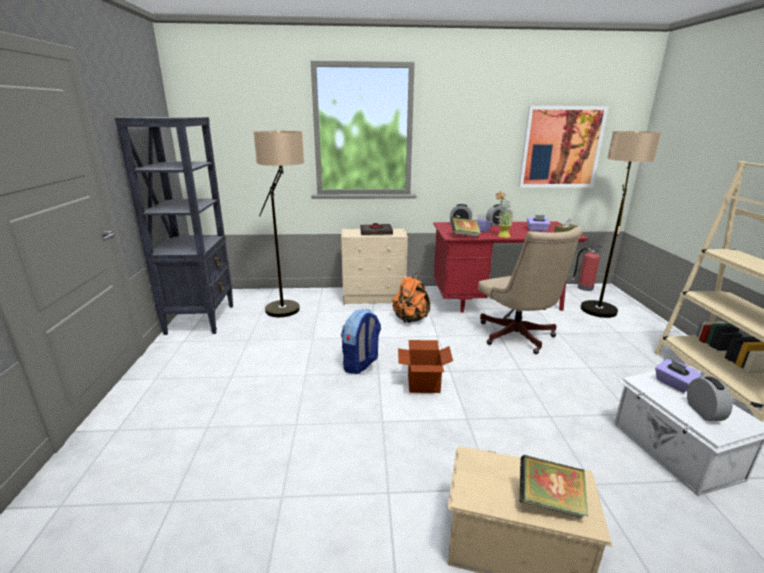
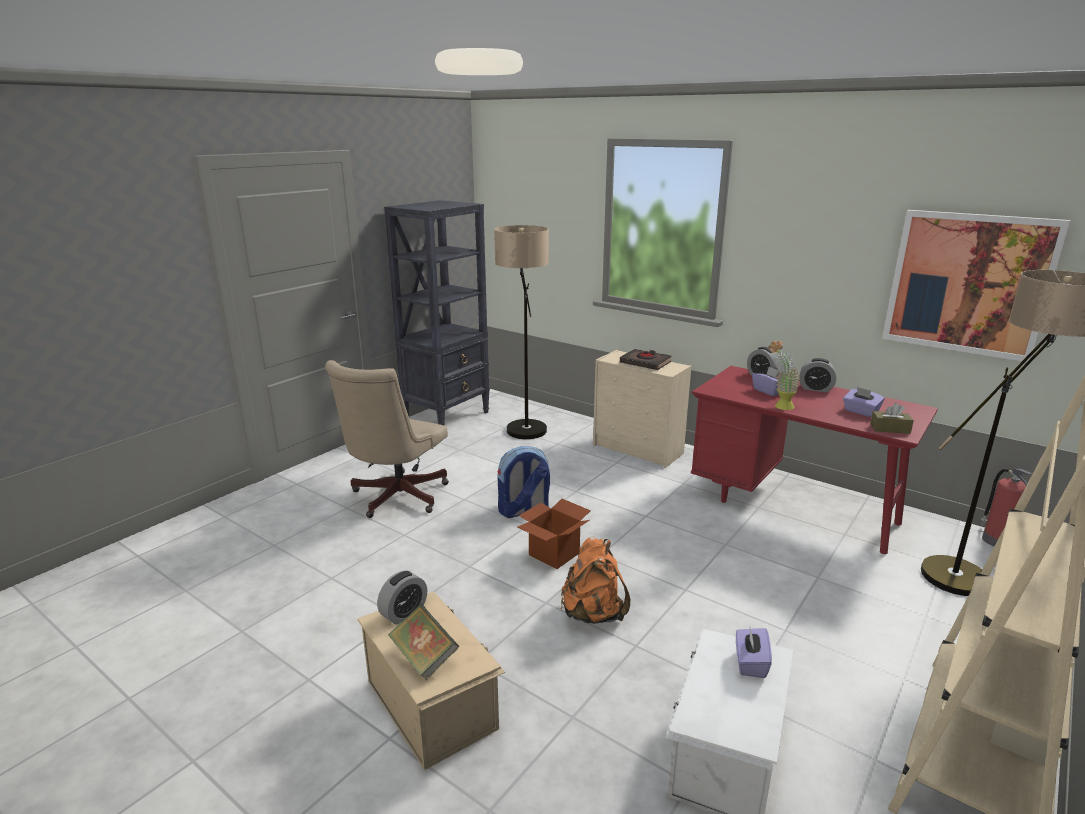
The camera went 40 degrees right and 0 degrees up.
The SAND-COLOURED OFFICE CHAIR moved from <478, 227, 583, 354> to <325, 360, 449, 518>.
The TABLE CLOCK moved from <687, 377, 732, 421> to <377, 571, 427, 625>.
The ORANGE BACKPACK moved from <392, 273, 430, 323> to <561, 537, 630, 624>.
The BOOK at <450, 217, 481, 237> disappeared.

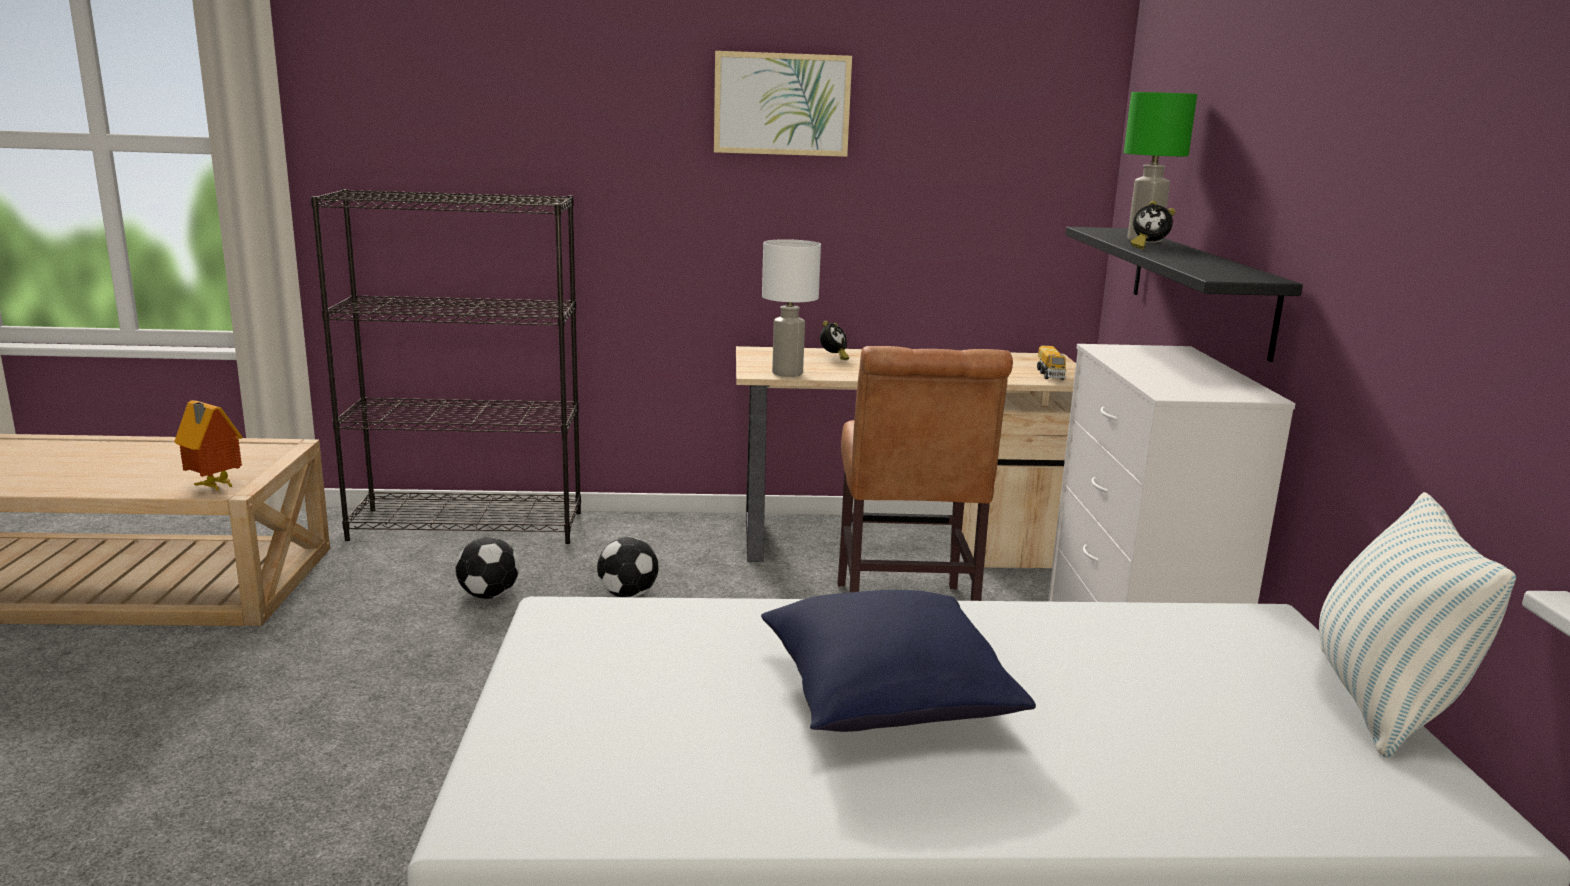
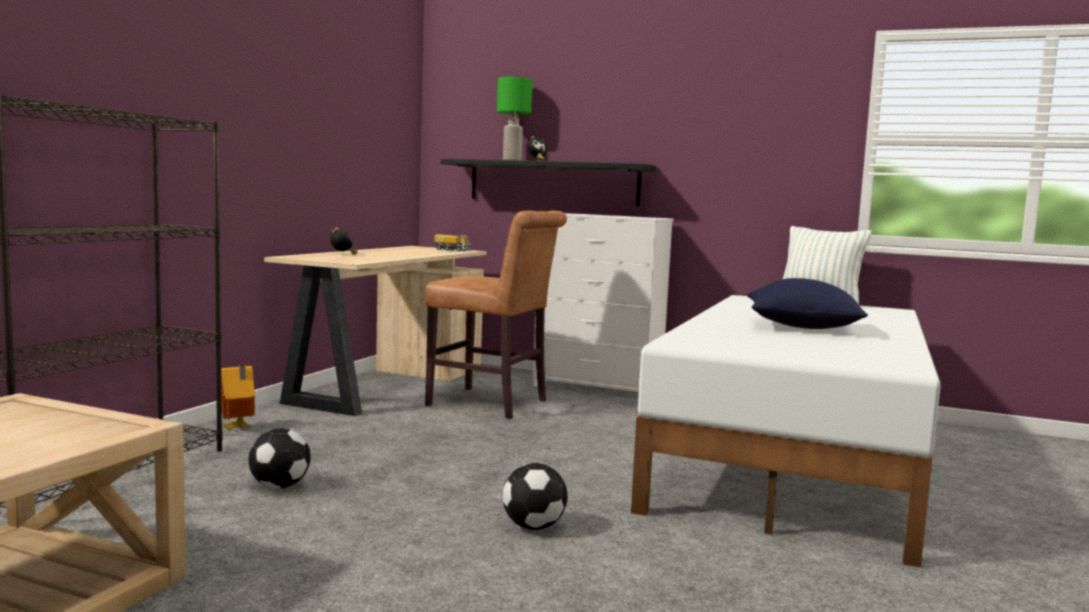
The camera went 65 degrees left and 10 degrees down.
The MODEL HOUSE moved from <174, 400, 243, 491> to <221, 365, 255, 430>.
The FOOTBALL moved from <597, 537, 658, 597> to <502, 463, 568, 530>.
The WALL ART at <714, 51, 852, 157> disappeared.
The WHITISH TABLE LAMP at <762, 239, 821, 377> disappeared.

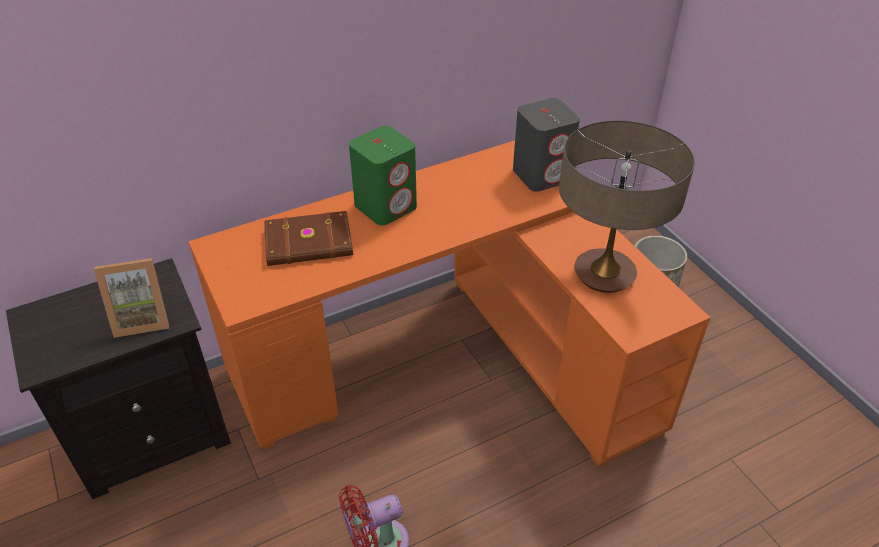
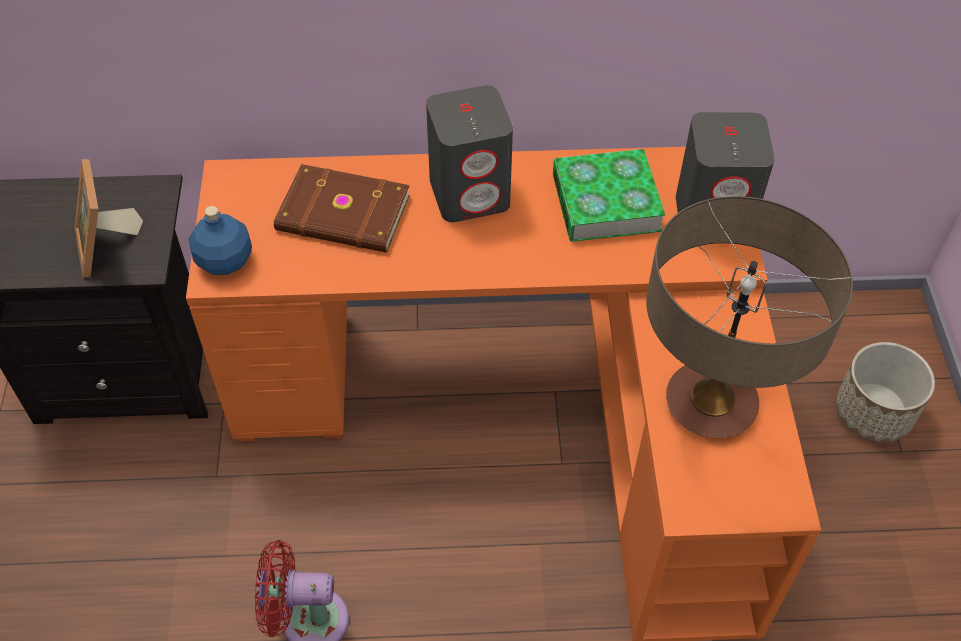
The camera went 25 degrees right and 10 degrees up.
The PHOTO FRAME at <94, 258, 169, 338> turned 60 degrees clockwise.
The BLUE-COLOURED BOTTLE at <189, 206, 252, 275> appeared.
The GREENISH SPEAKER at <349, 126, 417, 226> became the GRAY SPEAKER at <426, 85, 513, 222>.
The BOOK at <553, 149, 665, 242> appeared.

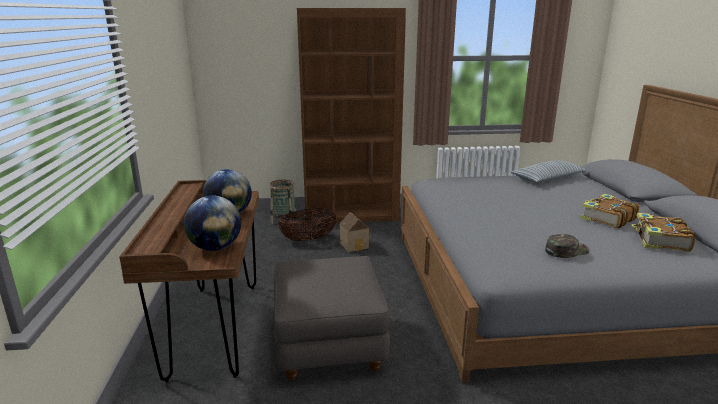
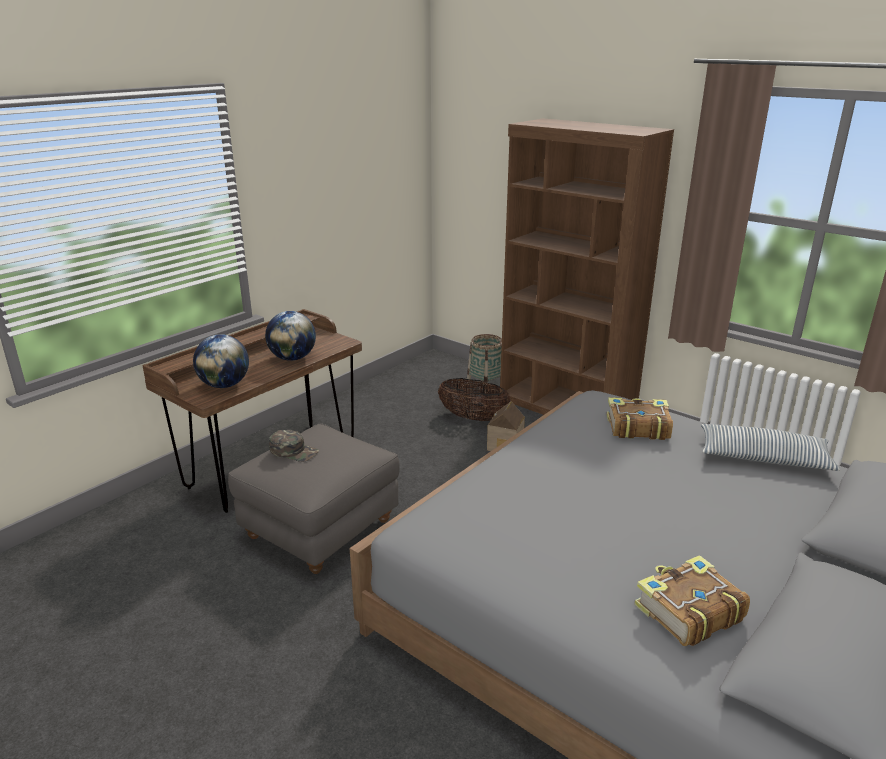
The camera went 45 degrees right and 5 degrees up.
The GREENISH BASEBALL CAP moved from <545, 234, 590, 258> to <269, 430, 319, 462>.
The BOOK moved from <580, 194, 640, 228> to <607, 397, 673, 440>.

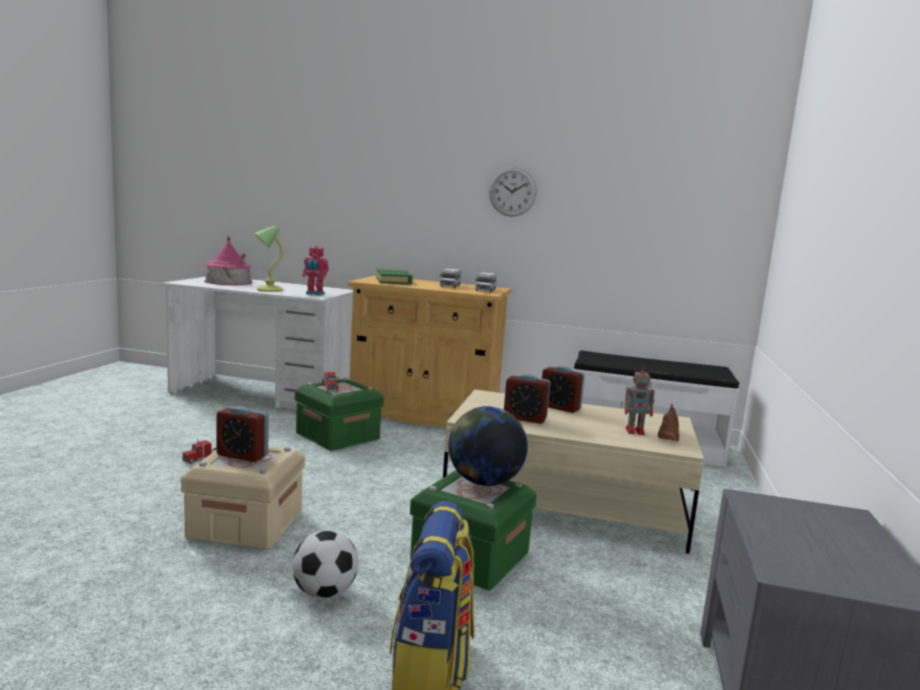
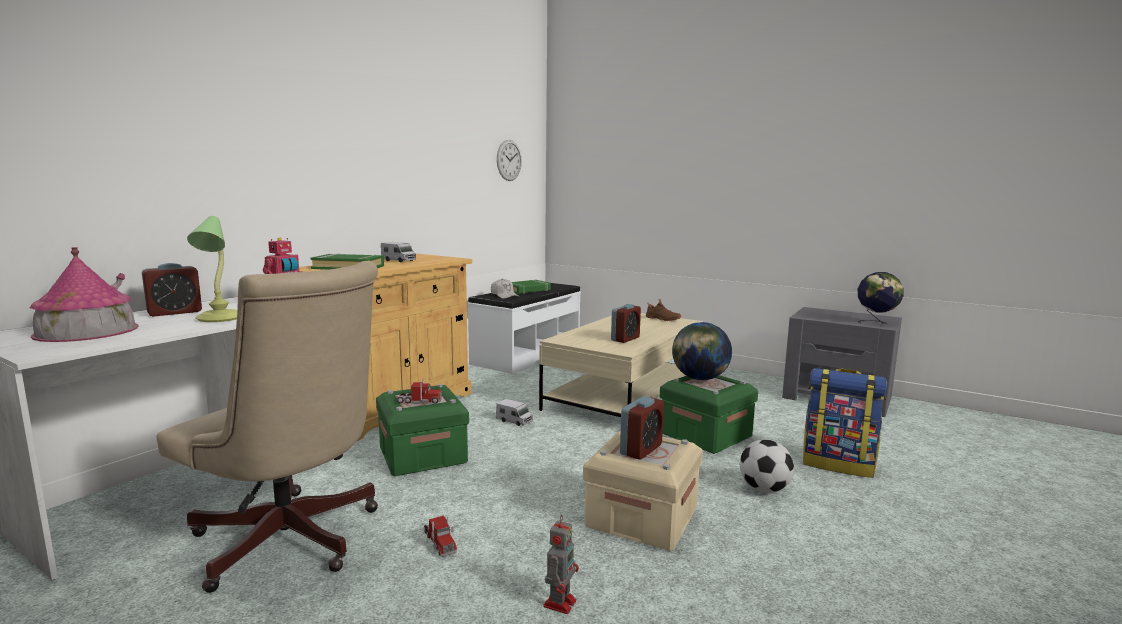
The camera went 70 degrees left and 0 degrees up.
The TABLE CLOCK moved from <542, 366, 585, 413> to <142, 263, 202, 317>.
The SAND-COLOURED OFFICE CHAIR at <156, 261, 378, 593> appeared.
The WHITISH BASEBALL CAP at <491, 279, 519, 299> appeared.
The TOY TRUCK moved from <475, 272, 497, 292> to <496, 399, 533, 426>.
The HANGING CLOCK moved from <489, 167, 537, 217> to <497, 140, 522, 181>.
The GREENISH BOOK at <512, 280, 551, 294> appeared.
The TOY ROBOT moved from <625, 365, 655, 435> to <544, 515, 579, 614>.
The DESK GLOBE at <858, 272, 904, 324> appeared.

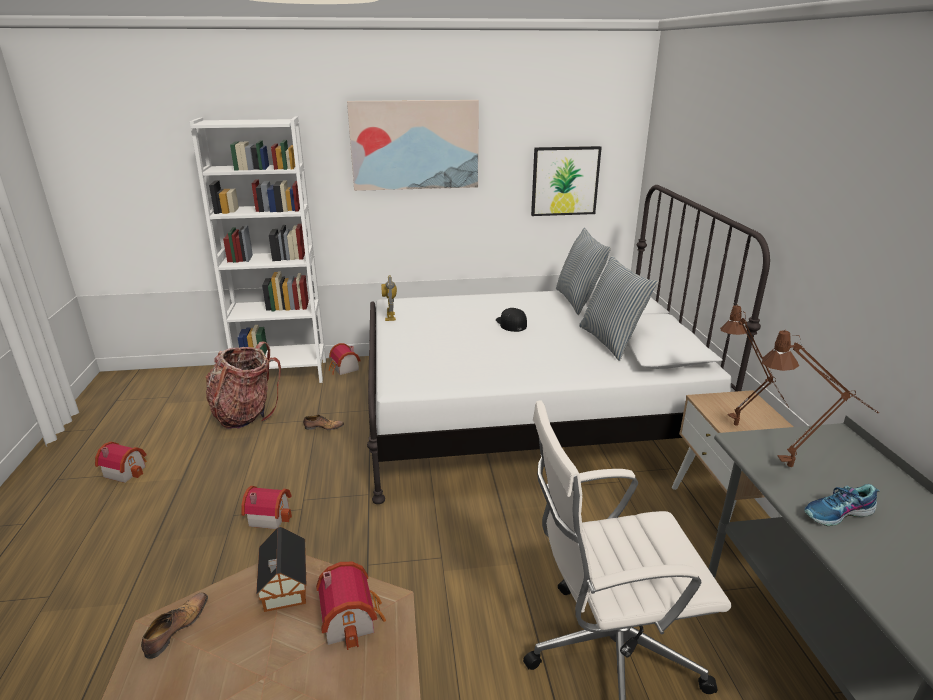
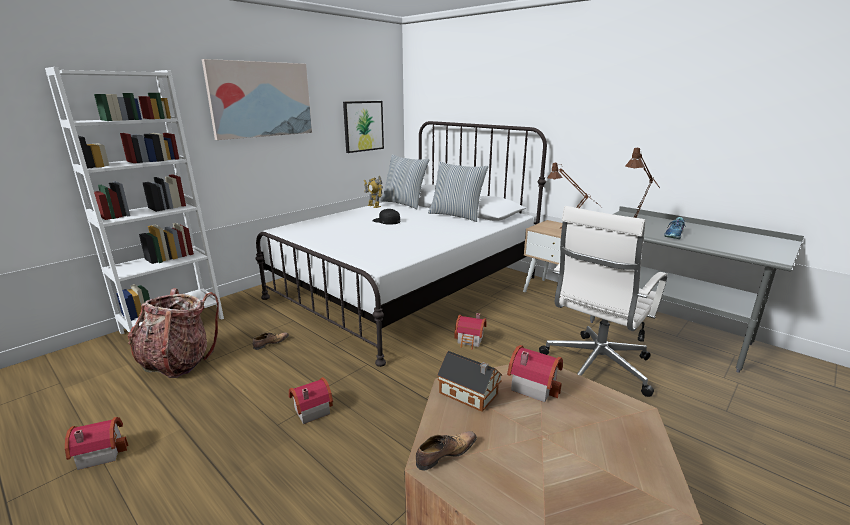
The camera went 40 degrees left and 5 degrees down.
The TOY ROBOT moved from <381, 275, 397, 321> to <364, 176, 383, 208>.
The SHOE at <141, 592, 208, 659> turned 75 degrees clockwise.
The MODEL HOUSE moved from <329, 343, 361, 375> to <454, 313, 487, 349>.

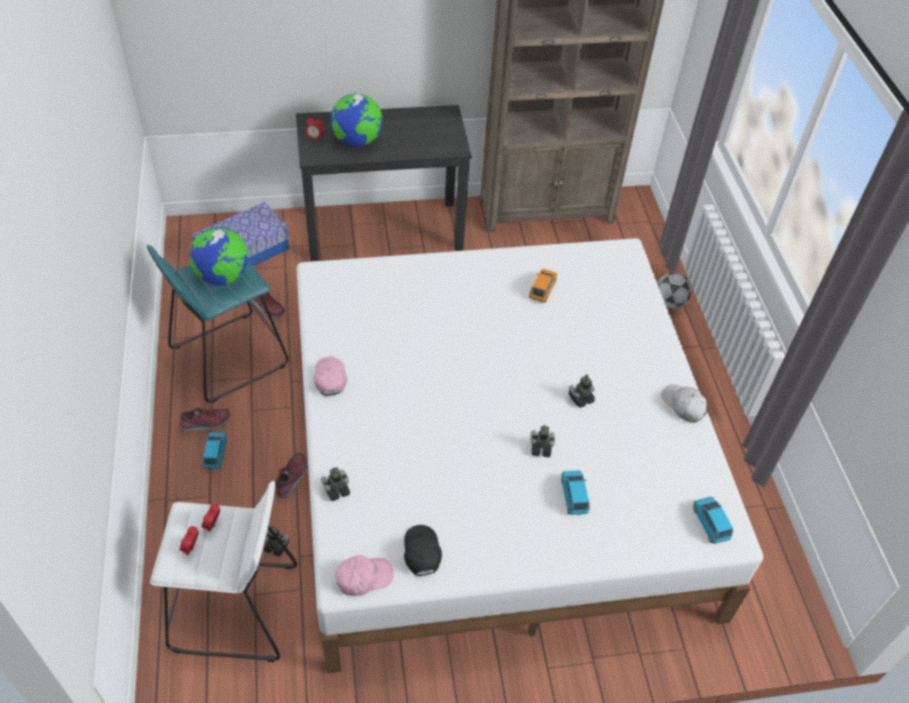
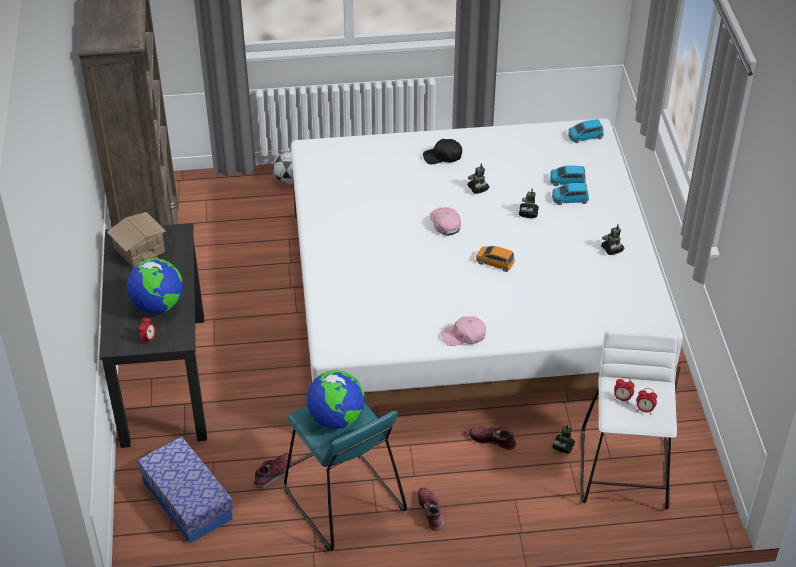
The camera went 85 degrees left and 5 degrees down.
The MODEL HOUSE at <107, 212, 166, 268> appeared.
The BLACKISH BASEBALL CAP moved from <404, 525, 442, 576> to <423, 139, 462, 164>.
The PINK-COLOURED BASEBALL CAP moved from <335, 555, 393, 596> to <430, 207, 461, 236>.
The ORANGE MINIATURE CAR moved from <529, 269, 557, 303> to <476, 246, 515, 272>.
The BLUE-COLOURED MINIATURE CAR moved from <202, 432, 227, 469> to <550, 166, 586, 186>.
The TOY ROBOT moved from <321, 467, 350, 501> to <601, 224, 625, 255>.
The WHITISH BASEBALL CAP at <661, 384, 708, 423> disappeared.

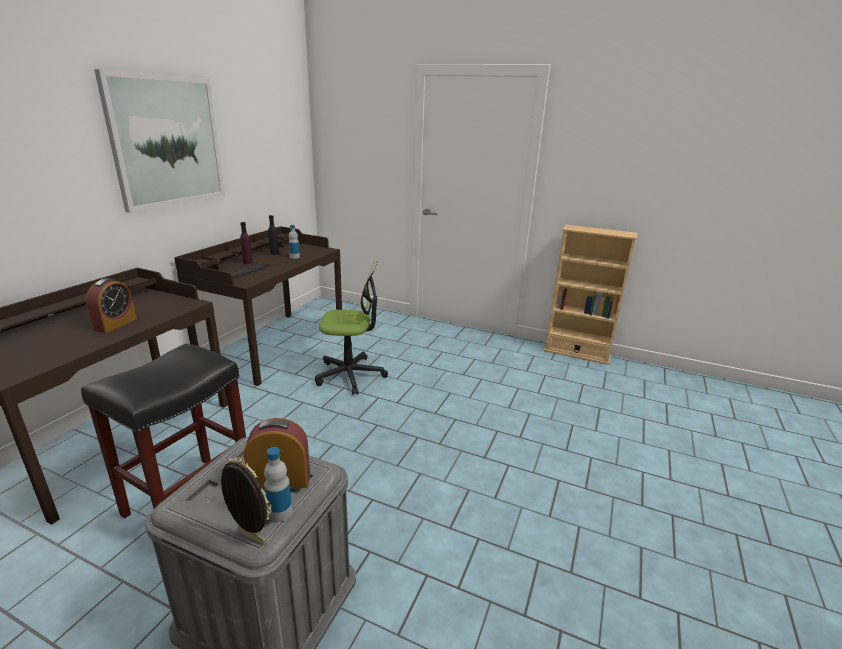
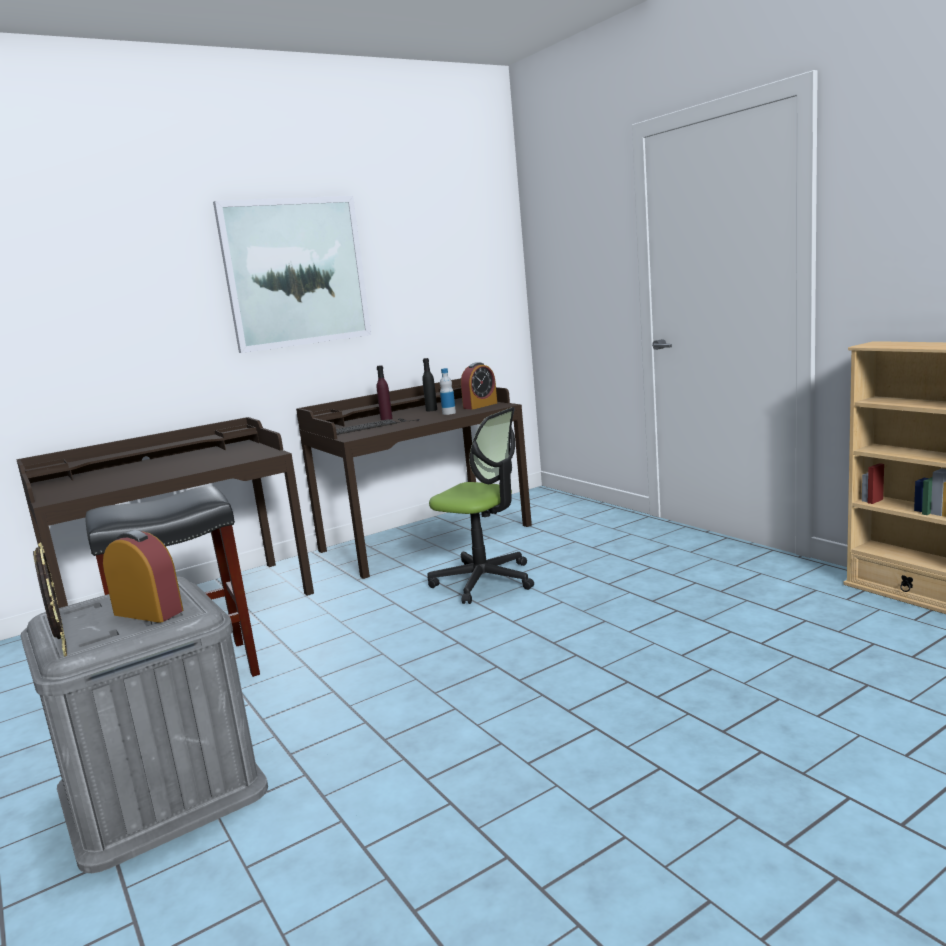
The camera went 35 degrees right and 10 degrees down.
The TABLE CLOCK moved from <86, 278, 137, 333> to <461, 362, 497, 410>.
The BOTTLE at <264, 447, 292, 522> disappeared.

